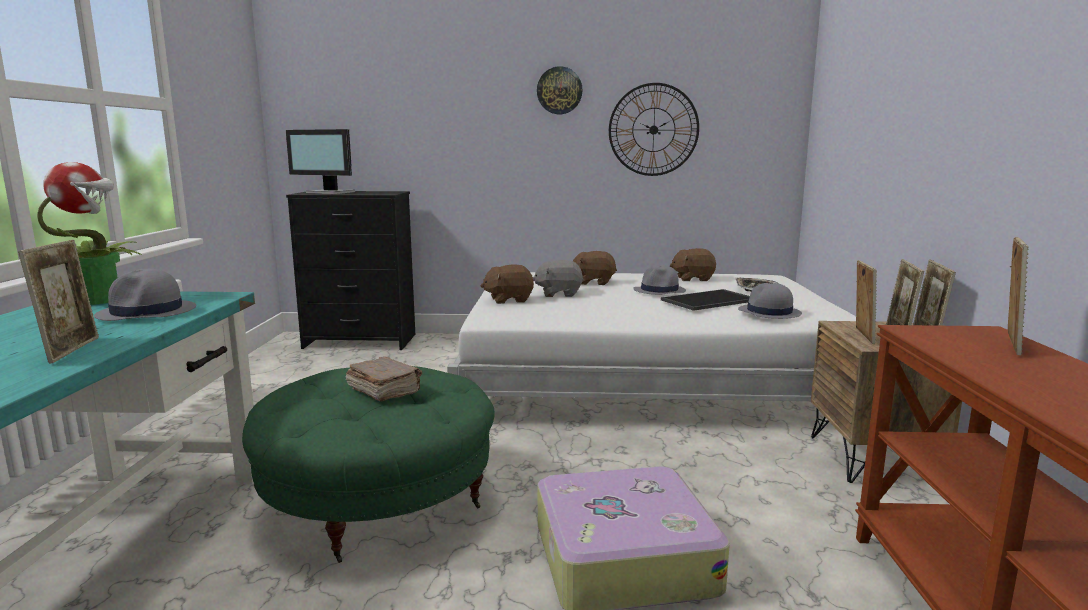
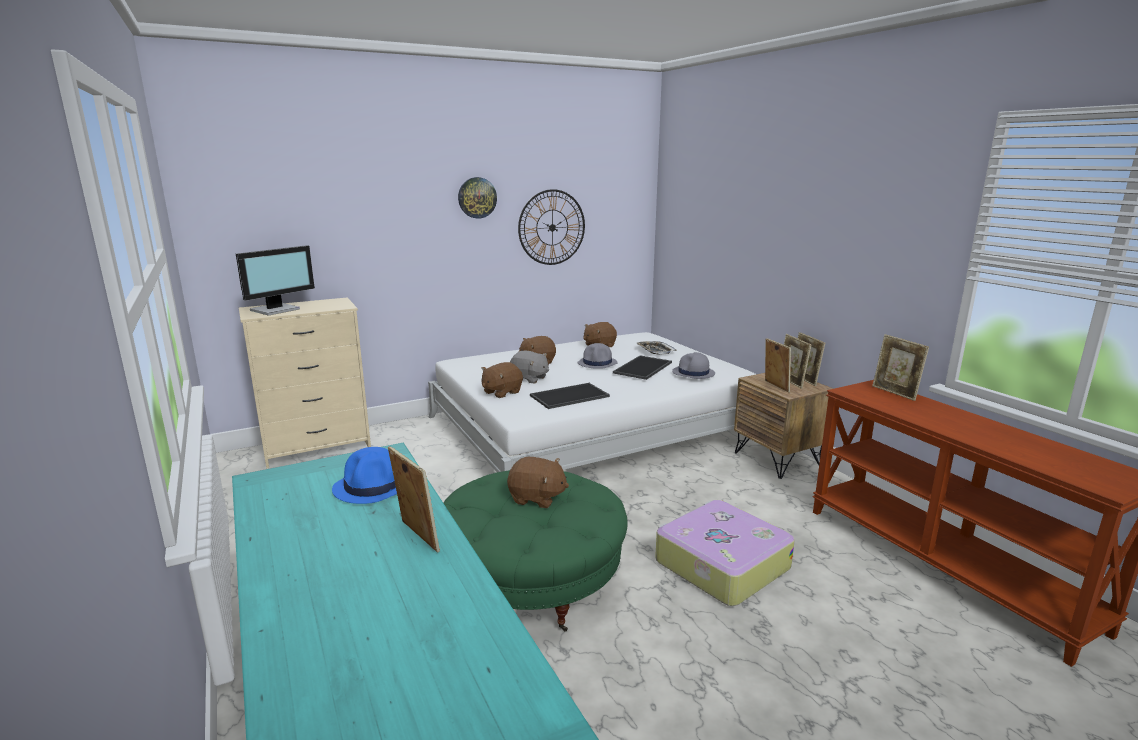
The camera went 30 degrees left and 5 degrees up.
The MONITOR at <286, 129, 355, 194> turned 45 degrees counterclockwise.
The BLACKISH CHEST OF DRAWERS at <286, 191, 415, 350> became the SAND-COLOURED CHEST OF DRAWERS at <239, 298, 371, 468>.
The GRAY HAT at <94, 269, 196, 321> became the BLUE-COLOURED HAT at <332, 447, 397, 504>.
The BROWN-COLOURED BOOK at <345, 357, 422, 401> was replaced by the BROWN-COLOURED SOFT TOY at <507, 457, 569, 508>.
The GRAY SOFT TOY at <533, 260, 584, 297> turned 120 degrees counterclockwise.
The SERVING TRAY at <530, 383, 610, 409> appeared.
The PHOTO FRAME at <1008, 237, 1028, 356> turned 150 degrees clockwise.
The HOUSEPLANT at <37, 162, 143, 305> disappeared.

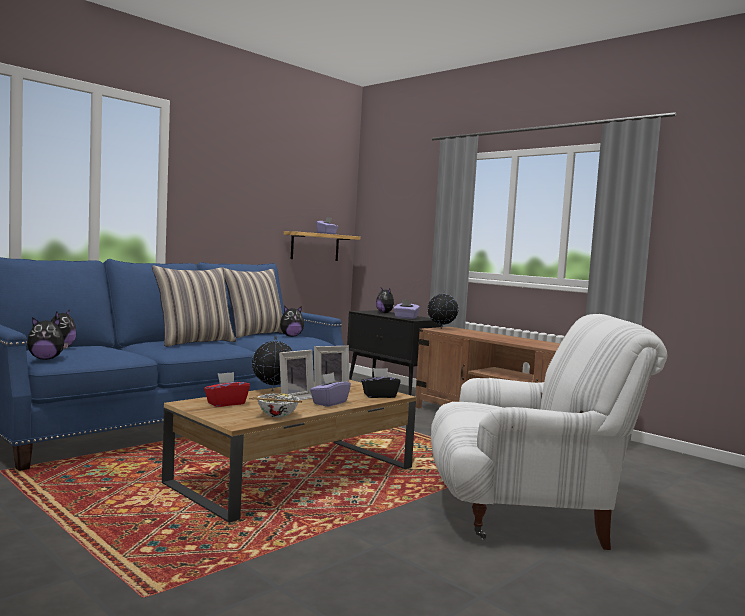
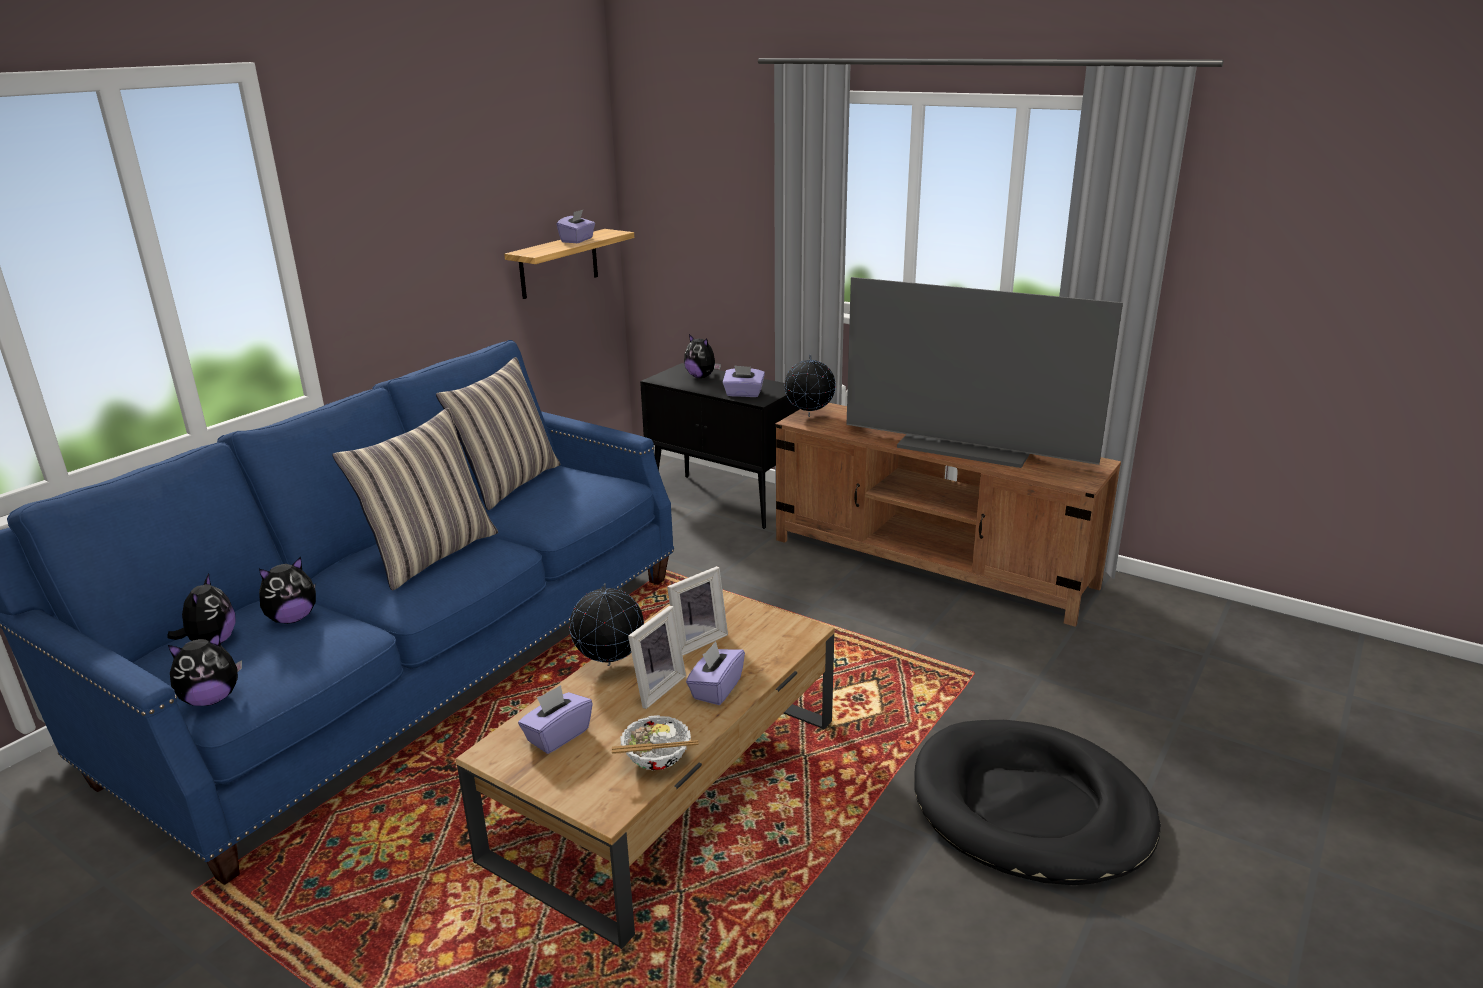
The camera went 10 degrees left and 20 degrees up.
The SOFT TOY moved from <280, 306, 304, 337> to <259, 557, 316, 624>.
The RED-COLOURED TISSUE BOX at <204, 372, 250, 407> became the PURPLISH TISSUE BOX at <518, 685, 593, 754>.
The TELEVISION at <847, 277, 1123, 468> appeared.
The WHITISH LOUNGE CHAIR at <431, 314, 668, 550> was replaced by the BLACKISH PET BED at <914, 720, 1161, 885>.
The BLACKISH TISSUE BOX at <361, 368, 401, 398> disappeared.

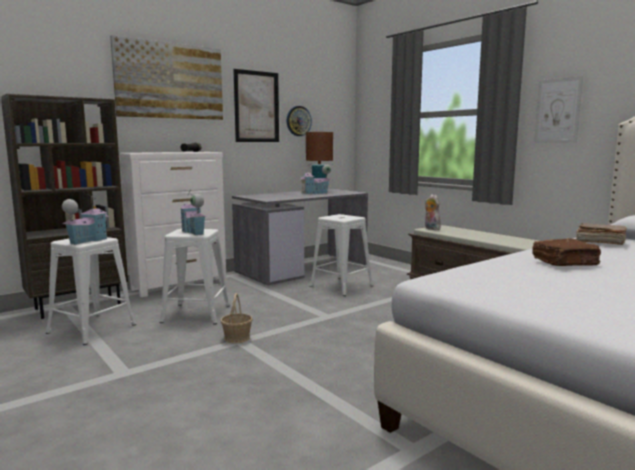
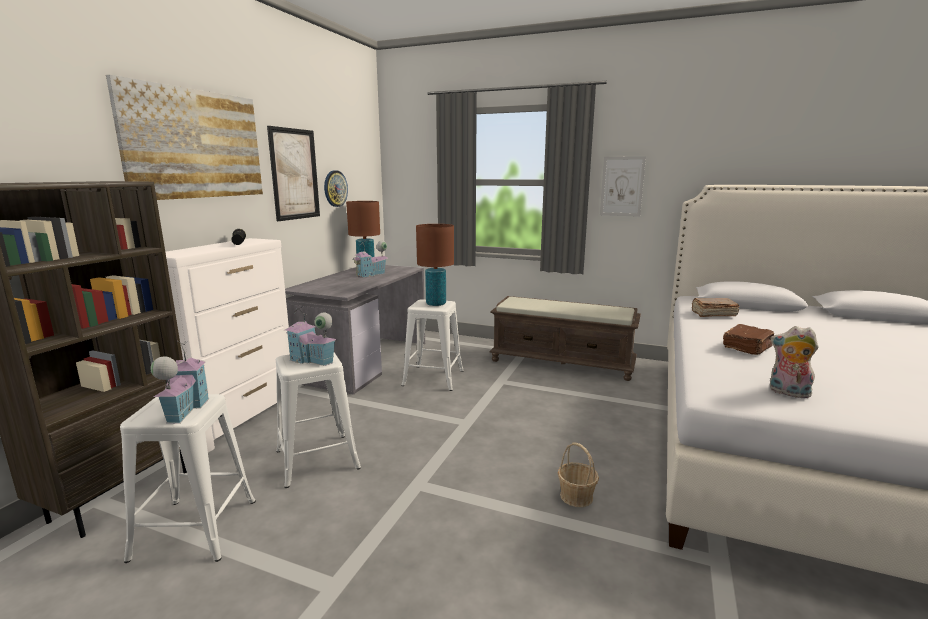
The camera went 30 degrees left and 5 degrees up.
The BROWN-COLOURED TABLE LAMP at <416, 224, 454, 306> appeared.
The HOUSEHOLD BASKET moved from <221, 293, 253, 344> to <557, 442, 599, 507>.
The SOFT TOY moved from <425, 194, 441, 230> to <770, 326, 819, 399>.

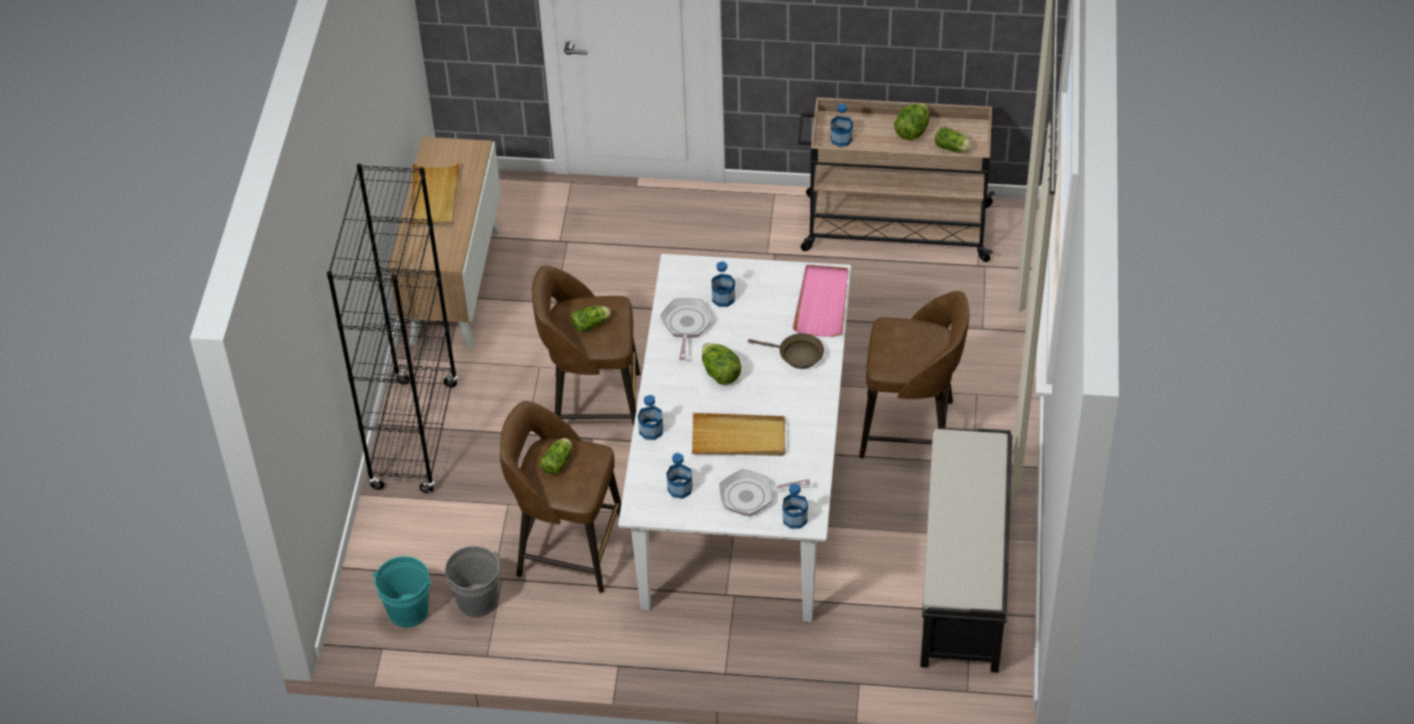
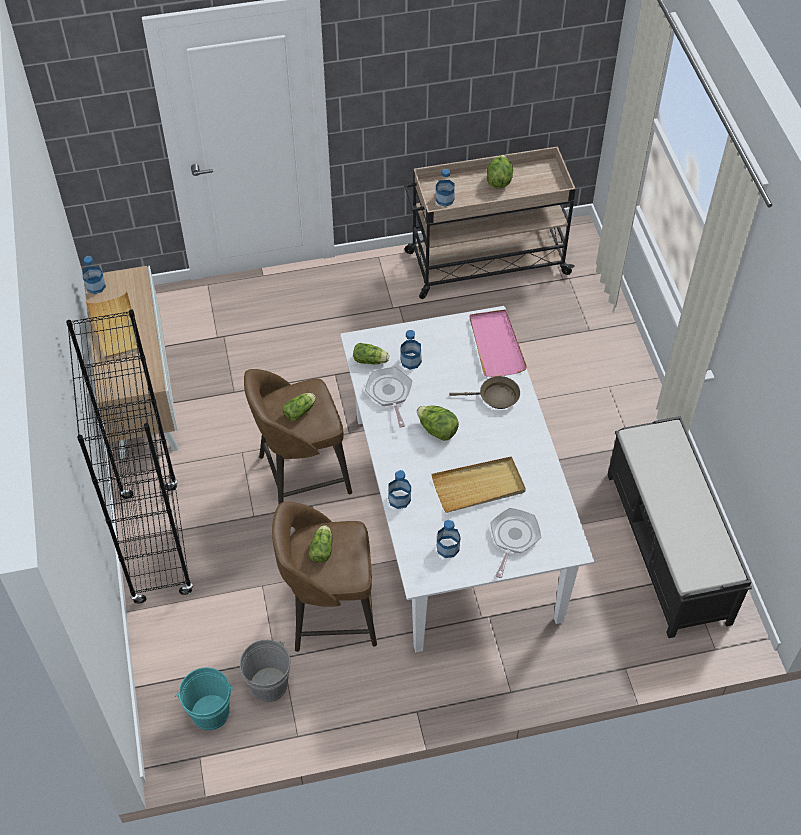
The camera went 20 degrees left and 5 degrees up.
The BOTTLE moved from <783, 483, 808, 529> to <82, 257, 106, 294>.
The LETTUCE moved from <935, 127, 972, 153> to <353, 343, 389, 364>.
The PAN at <719, 469, 810, 517> turned 135 degrees clockwise.
The BROWN-COLOURED STOOL SEAT at <859, 291, 969, 458> disappeared.

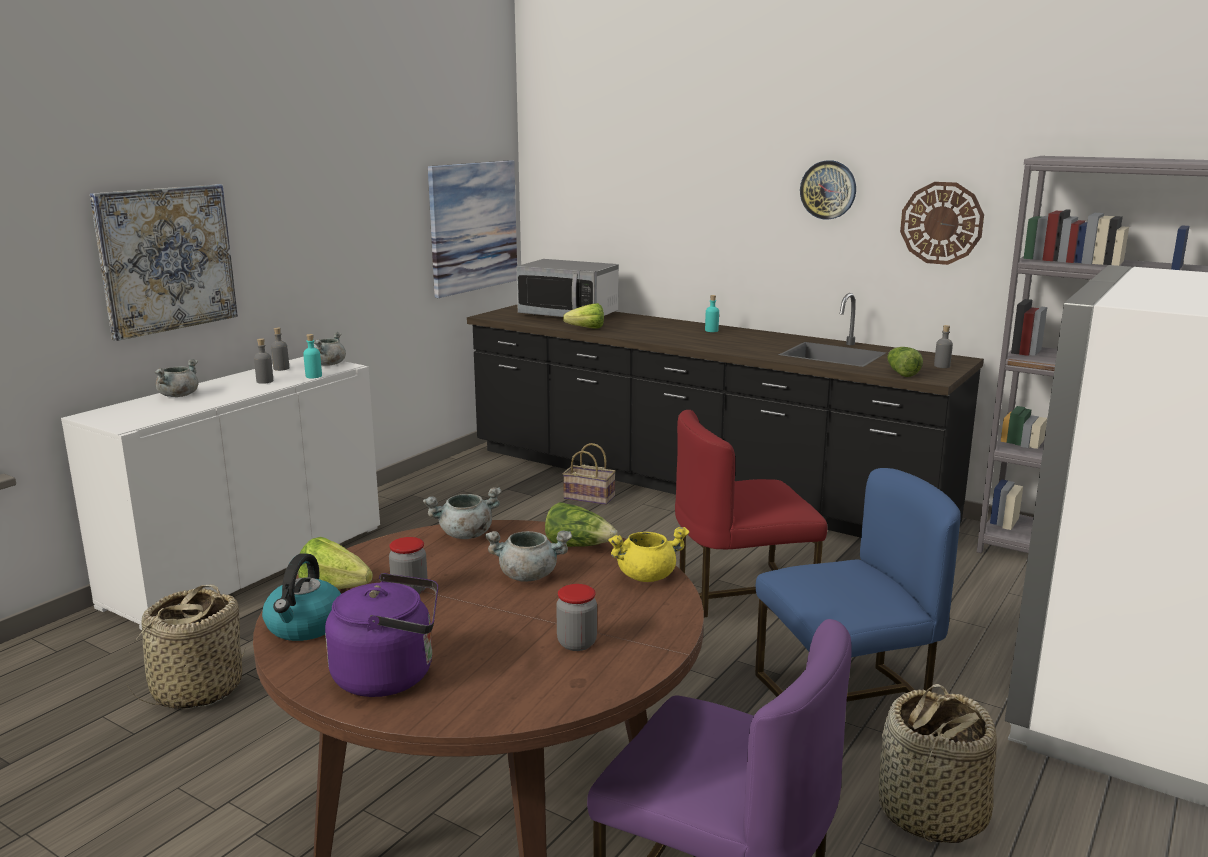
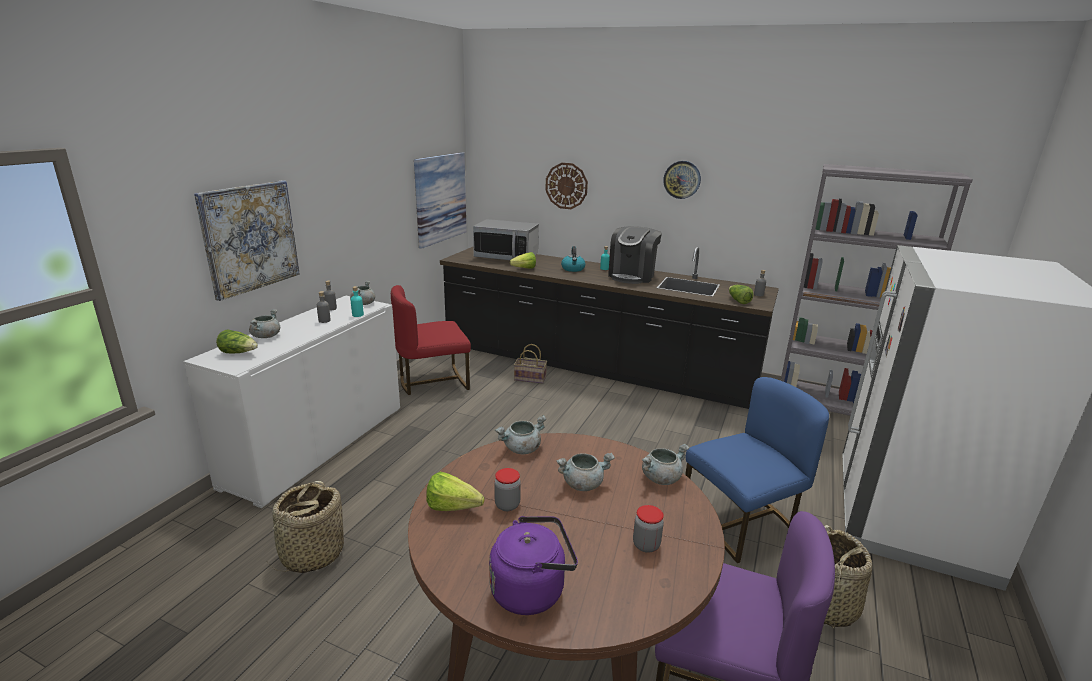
The camera went 10 degrees left and 5 degrees up.
The LETTUCE moved from <545, 502, 618, 547> to <216, 329, 258, 354>.
The RED-COLOURED CHAIR moved from <675, 410, 827, 618> to <391, 285, 471, 395>.
The HANGING CLOCK moved from <900, 182, 984, 265> to <545, 163, 588, 209>.
The KETTLE moved from <262, 553, 341, 641> to <561, 246, 585, 272>.
The COFFEE MACHINE at <608, 226, 662, 284> appeared.
The YELLOWISH COOKING POT at <608, 527, 690, 582> became the GRAY COOKING POT at <642, 444, 689, 485>.

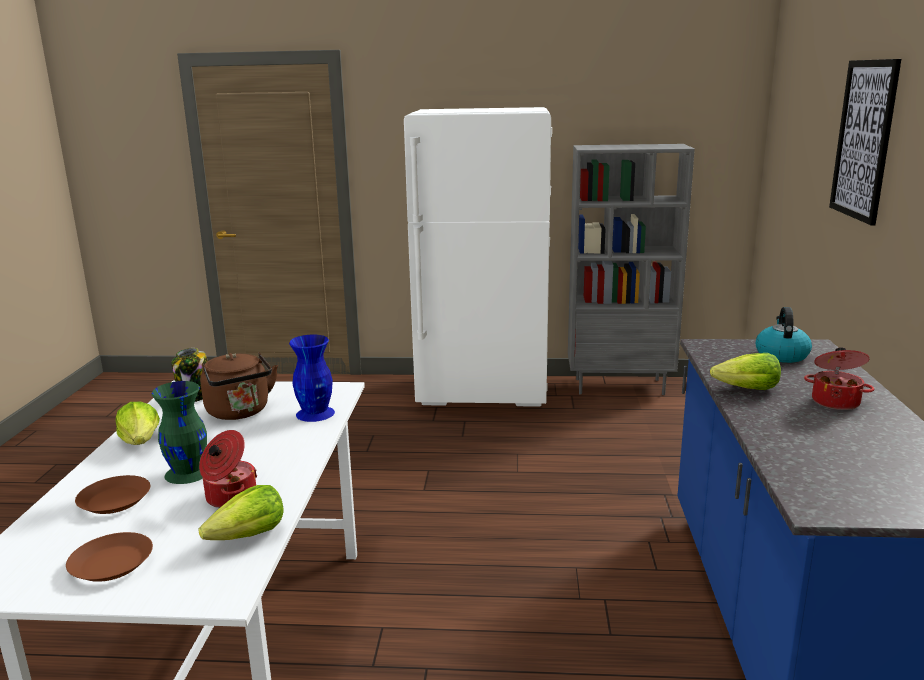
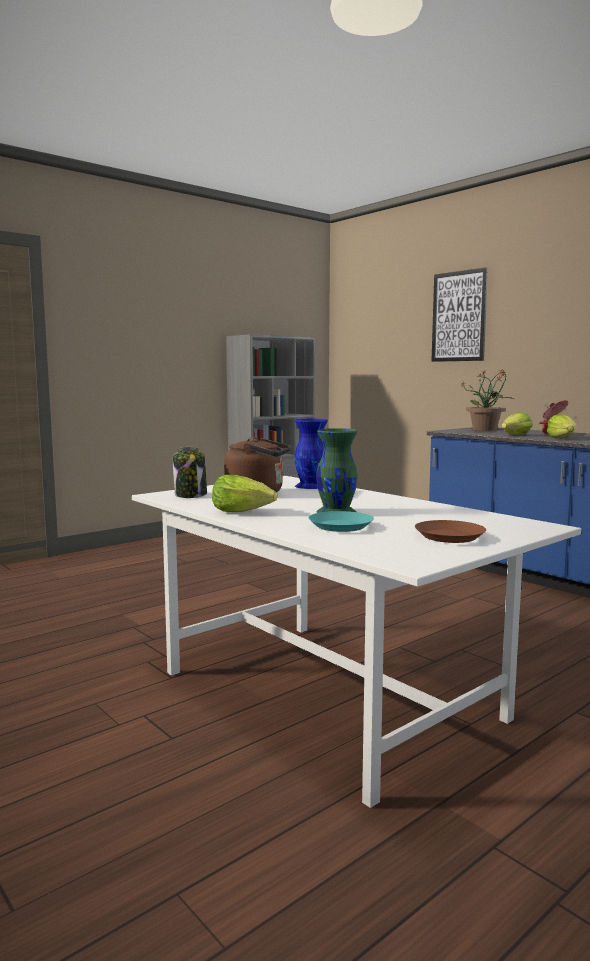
The camera went 45 degrees left and 10 degrees down.
The BROWN-COLOURED PLATE at <75, 475, 150, 514> became the TURQUOISE PLATE at <308, 511, 374, 532>.
The KETTLE at <756, 307, 812, 363> was replaced by the HOUSEPLANT at <462, 369, 515, 431>.
The LETTUCE moved from <198, 485, 284, 540> to <547, 414, 577, 438>.
The COOKING POT at <199, 430, 257, 508> disappeared.
The WHITISH KITCHEN FRIDGE at <404, 107, 552, 407> disappeared.

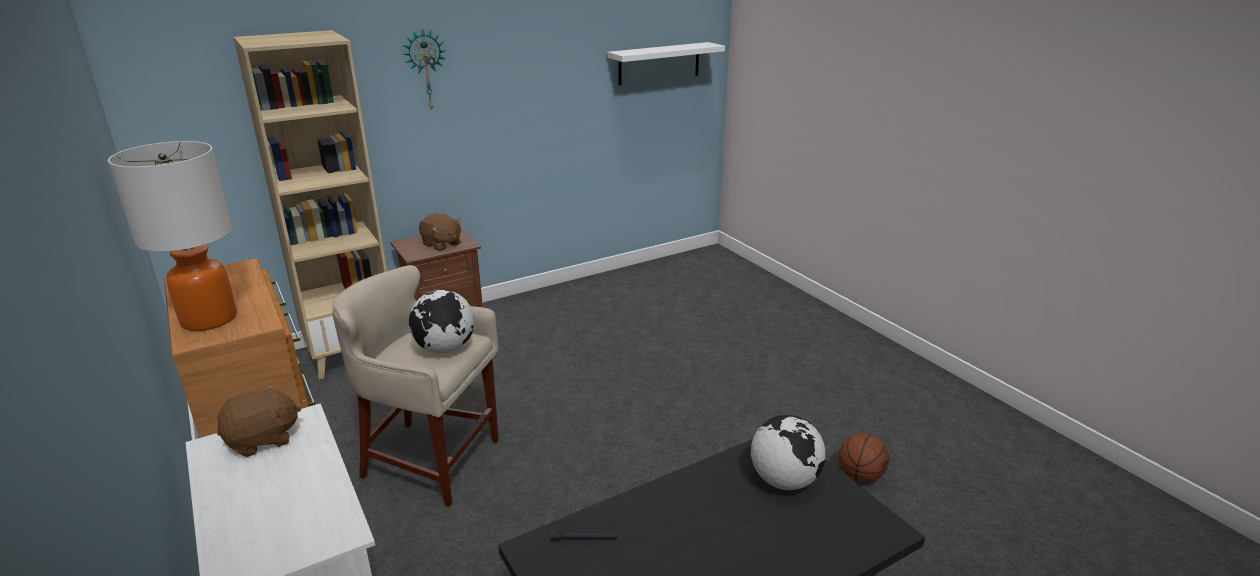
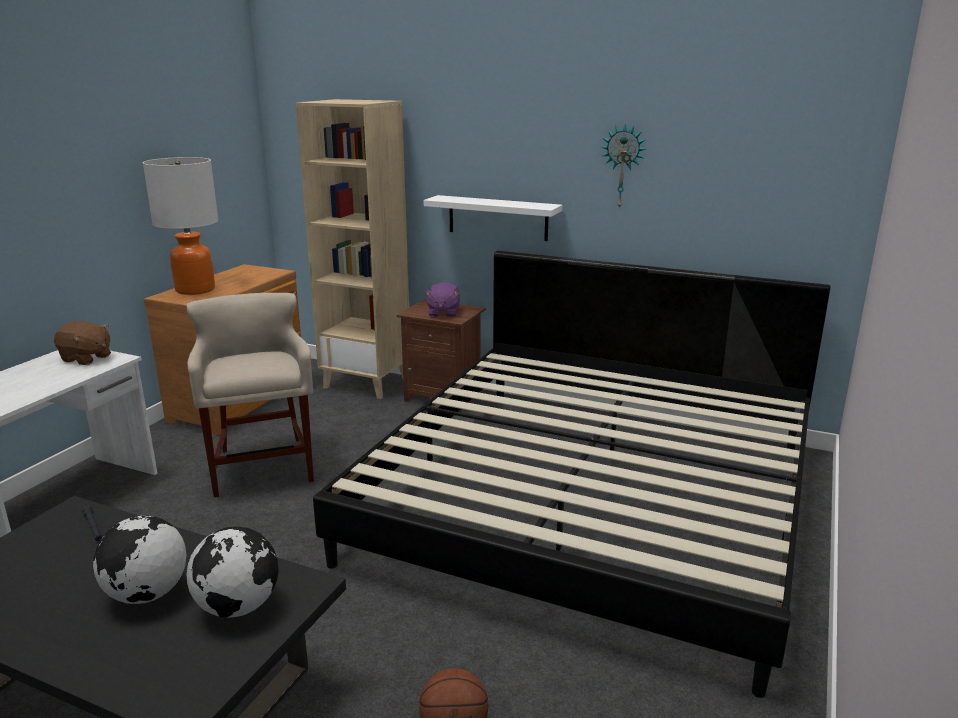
The camera went 55 degrees right and 5 degrees down.
The DESK GLOBE moved from <409, 289, 474, 353> to <93, 515, 187, 604>.
The SLEEPING BED at <313, 251, 831, 698> appeared.
The WHITISH BRACKET SHELF moved from <607, 42, 725, 85> to <424, 195, 562, 241>.
The BROWN-COLOURED SOFT TOY at <419, 213, 461, 251> became the PURPLISH SOFT TOY at <425, 282, 460, 317>.
The HANGING CLOCK moved from <403, 28, 447, 110> to <601, 124, 646, 210>.

